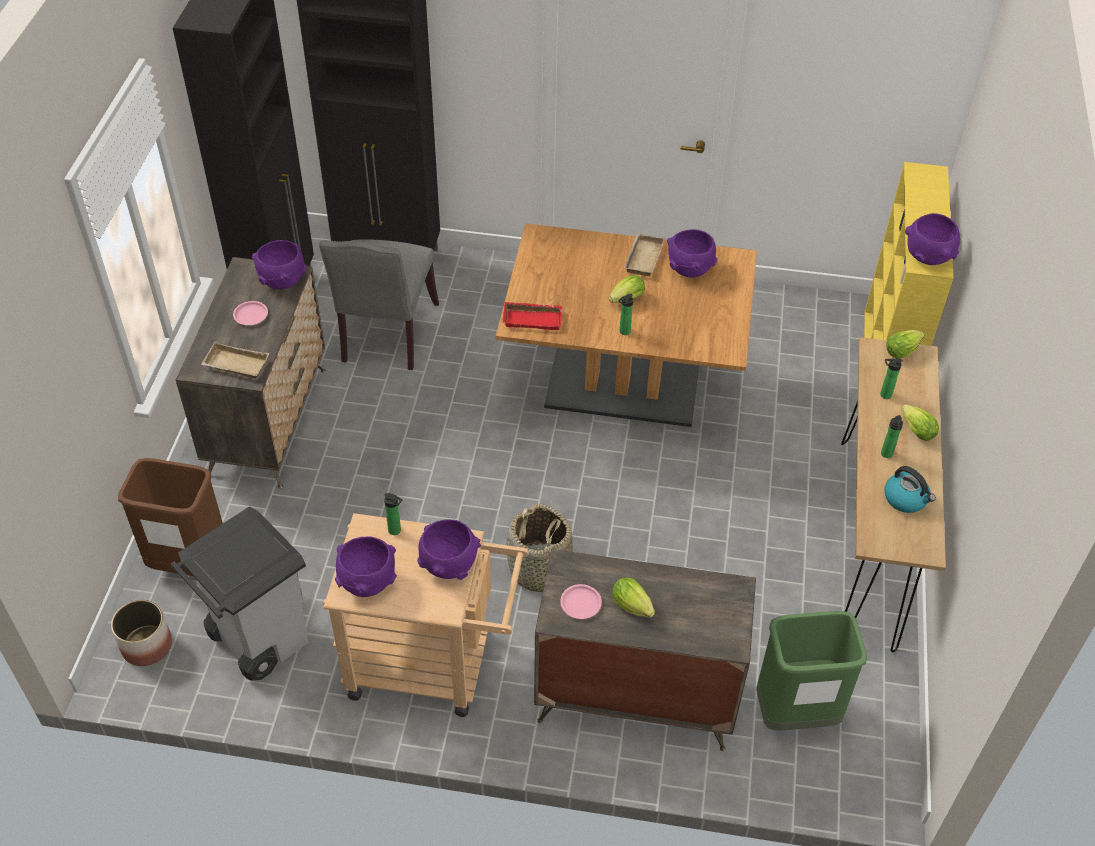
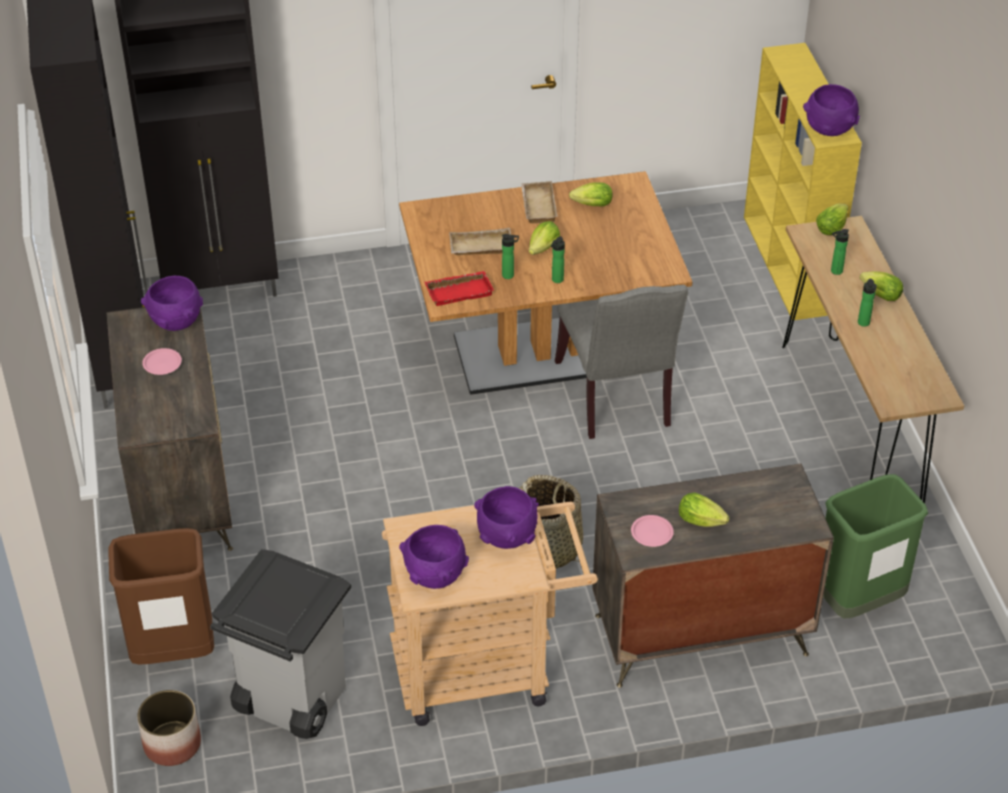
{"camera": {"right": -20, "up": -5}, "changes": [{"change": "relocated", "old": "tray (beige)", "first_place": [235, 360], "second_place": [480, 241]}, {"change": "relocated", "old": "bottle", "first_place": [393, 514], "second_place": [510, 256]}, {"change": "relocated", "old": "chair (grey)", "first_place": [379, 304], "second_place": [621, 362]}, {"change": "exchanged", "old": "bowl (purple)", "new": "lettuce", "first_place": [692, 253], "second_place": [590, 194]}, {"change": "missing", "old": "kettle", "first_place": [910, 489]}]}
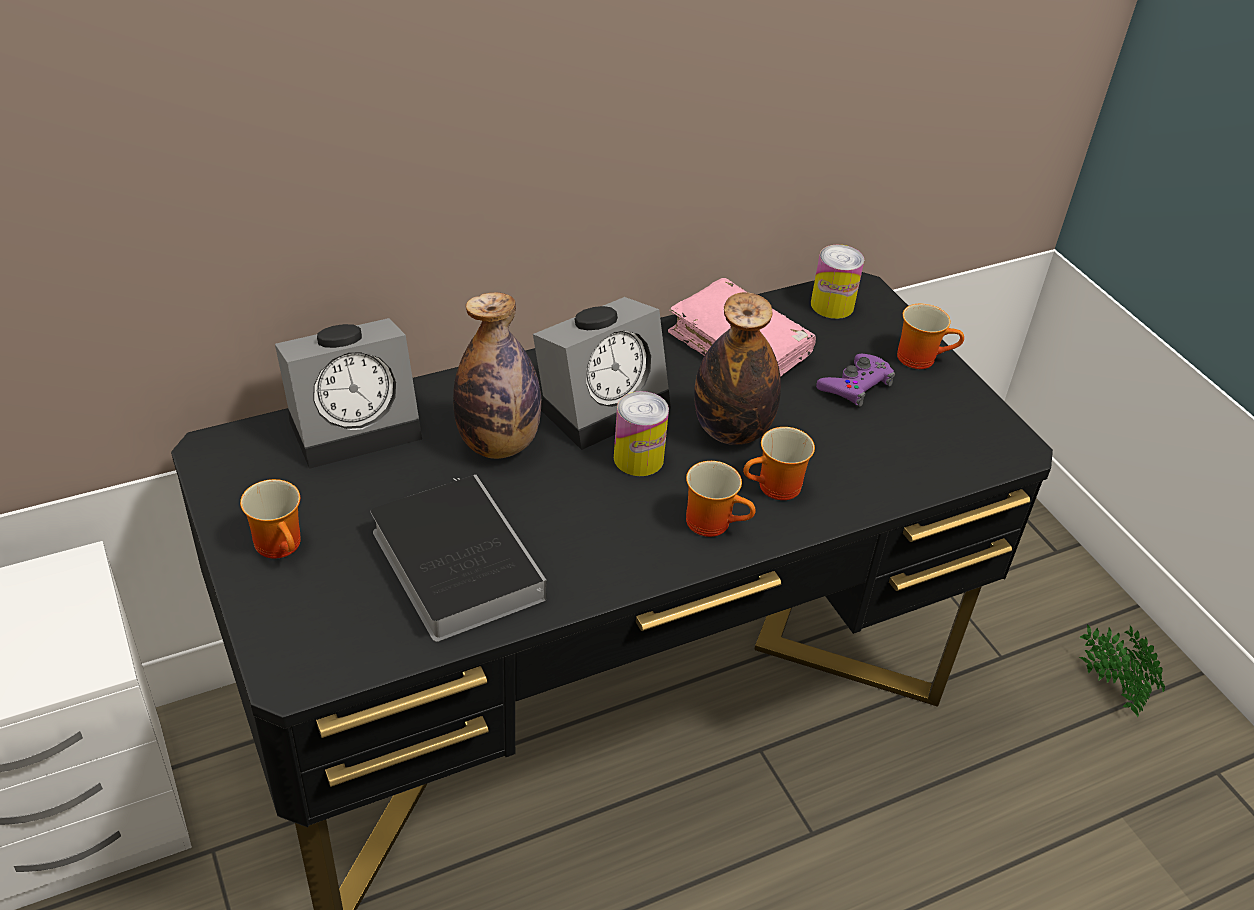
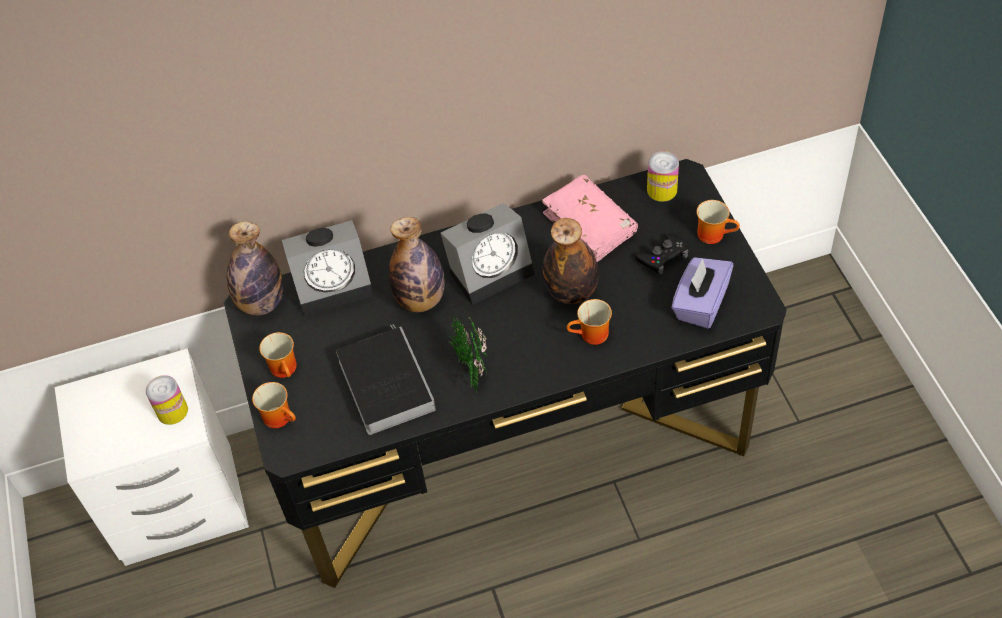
{"camera": {"right": 15, "up": 10}, "changes": [{"change": "relocated", "old": "can", "first_place": [641, 433], "second_place": [166, 400]}, {"change": "appeared", "new": "bottle", "second_place": [255, 268]}, {"change": "relocated", "old": "mug", "first_place": [721, 499], "second_place": [274, 405]}, {"change": "relocated", "old": "potted plant", "first_place": [1122, 670], "second_place": [468, 354]}, {"change": "colour", "old": "game controller (purple)", "new": "game controller (black)", "first_place": [855, 380], "second_place": [661, 254]}, {"change": "appeared", "new": "tissue box (purple)", "second_place": [703, 293]}]}
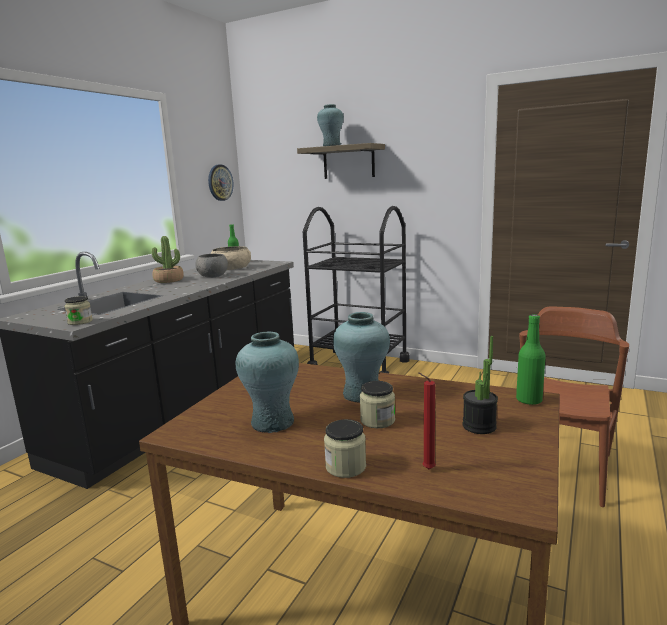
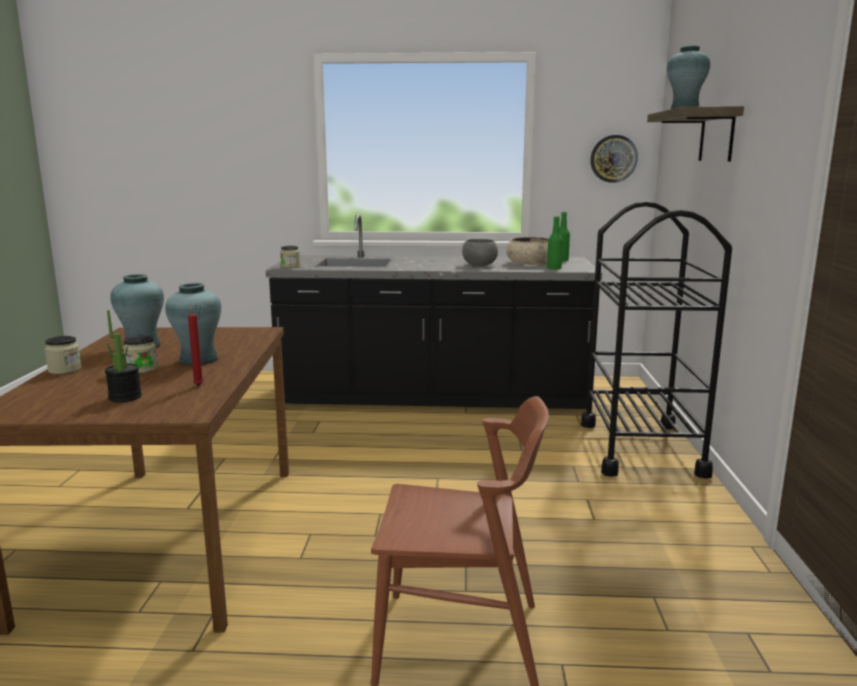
{"camera": {"right": 65, "up": 0}, "changes": [{"change": "relocated", "old": "candle (red)", "first_place": [427, 420], "second_place": [196, 346]}, {"change": "relocated", "old": "bottle (green)", "first_place": [531, 359], "second_place": [555, 243]}, {"change": "missing", "old": "potted plant", "first_place": [168, 259]}]}
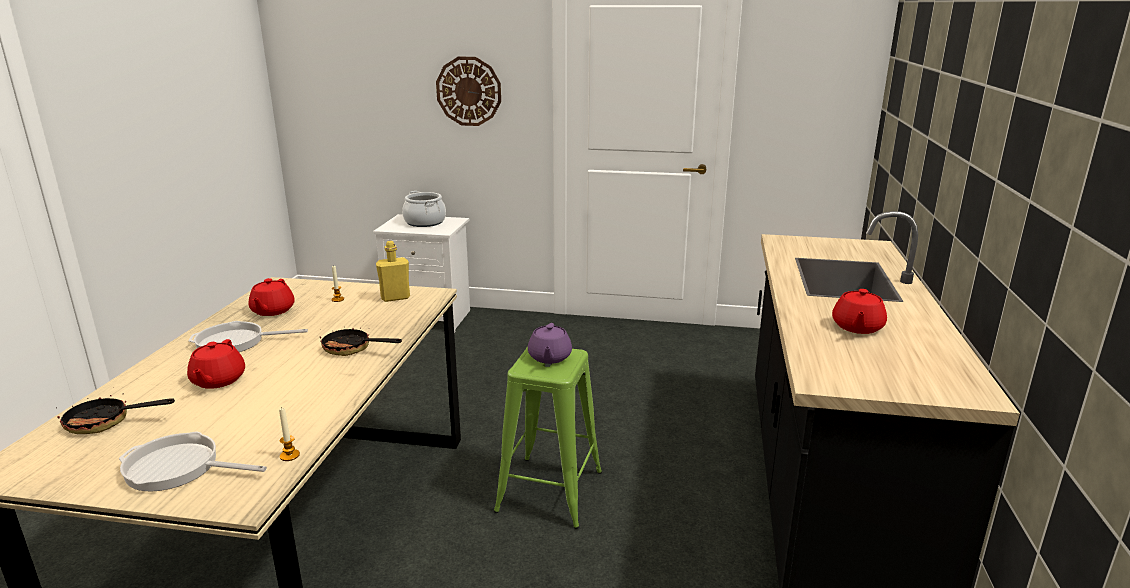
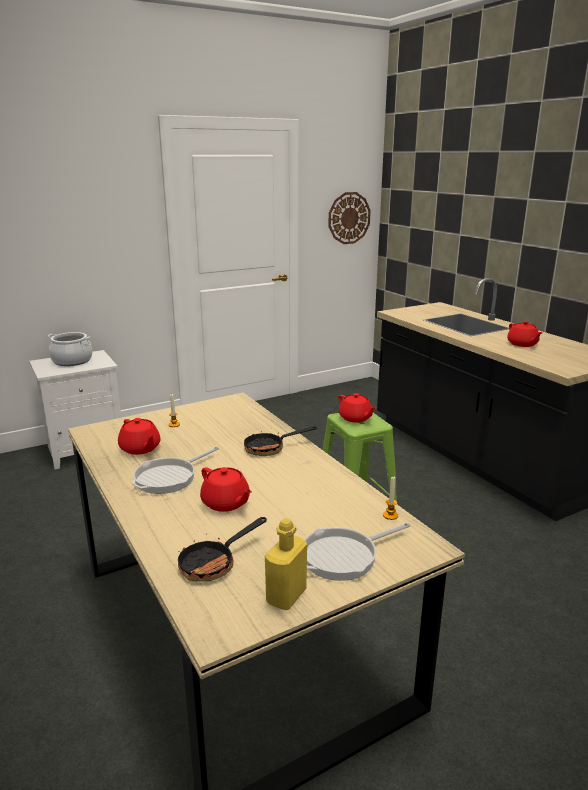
{"camera": {"right": -40, "up": 0}, "changes": [{"change": "relocated", "old": "bottle (yellow)", "first_place": [393, 271], "second_place": [286, 564]}, {"change": "relocated", "old": "wall clock", "first_place": [468, 91], "second_place": [349, 218]}, {"change": "colour", "old": "teapot (purple)", "new": "teapot (red)", "first_place": [550, 343], "second_place": [357, 408]}]}
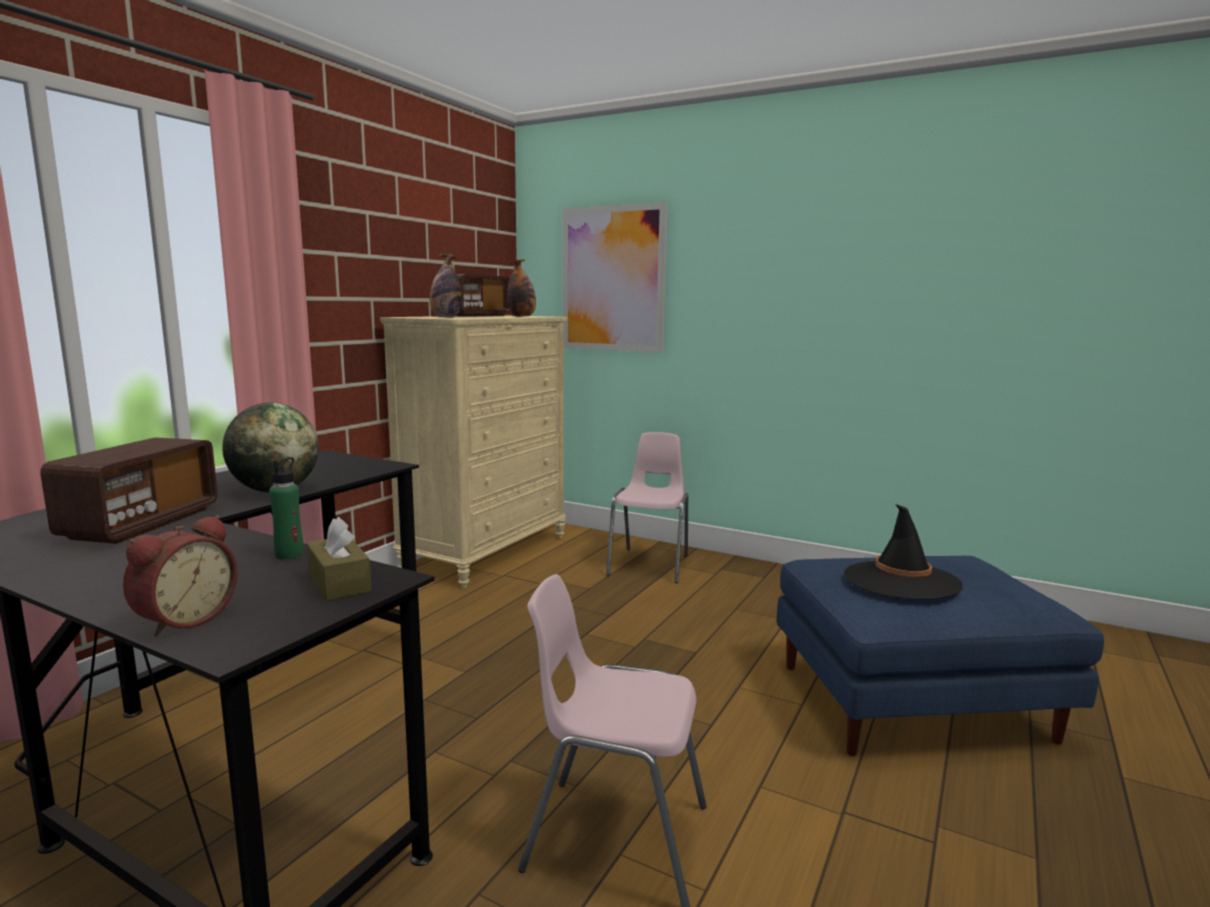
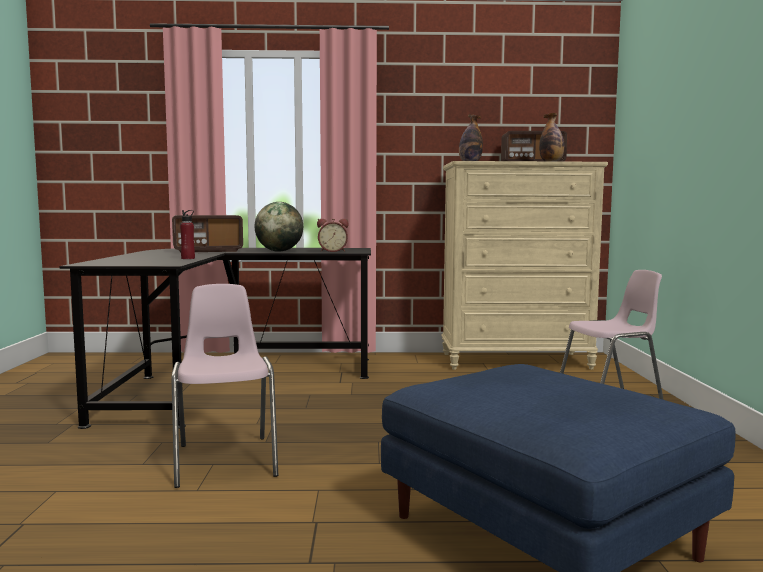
{"camera": {"right": 60, "up": -5}, "changes": [{"change": "colour", "old": "bottle (green)", "new": "bottle (red)", "first_place": [286, 508], "second_place": [187, 234]}, {"change": "relocated", "old": "alarm clock", "first_place": [180, 576], "second_place": [333, 235]}, {"change": "missing", "old": "tissue box (brown)", "first_place": [338, 559]}, {"change": "missing", "old": "picture", "first_place": [615, 277]}, {"change": "missing", "old": "hat (black)", "first_place": [903, 552]}]}
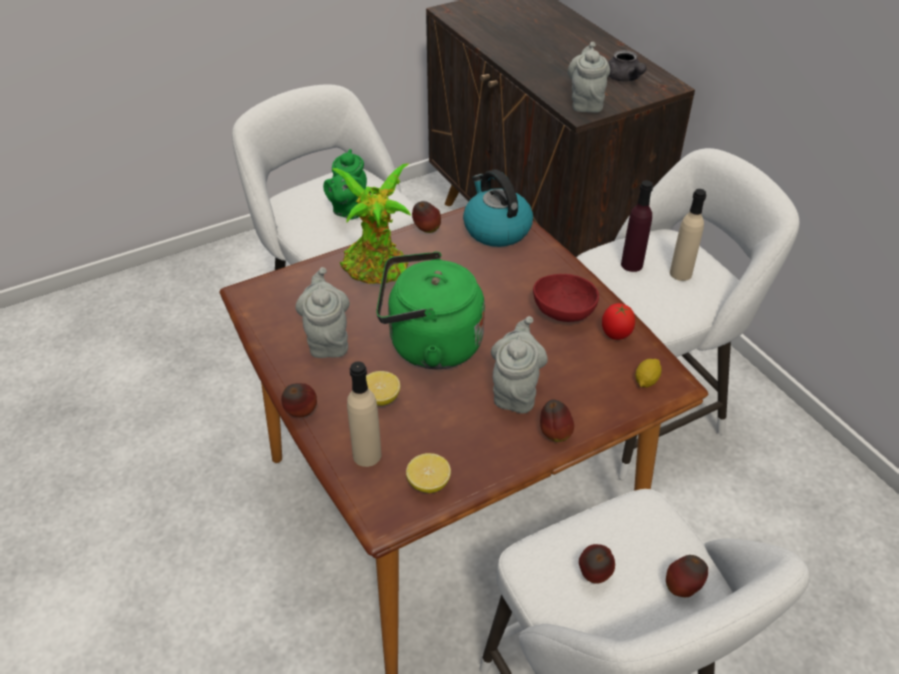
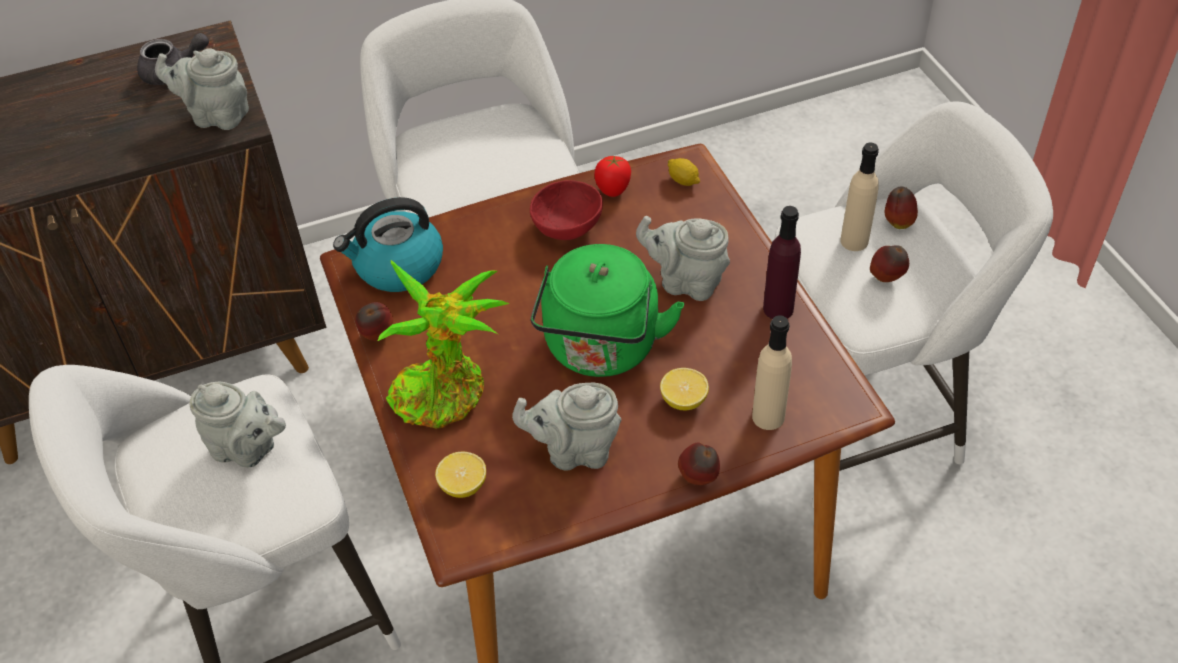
{"camera": {"right": -80, "up": 5}, "changes": [{"change": "colour", "old": "teapot (green)", "new": "teapot (grey)", "first_place": [345, 184], "second_place": [237, 425]}, {"change": "relocated", "old": "lemon", "first_place": [428, 473], "second_place": [460, 475]}, {"change": "relocated", "old": "bottle (purple)", "first_place": [637, 226], "second_place": [782, 262]}, {"change": "relocated", "old": "bottle (beige)", "first_place": [688, 235], "second_place": [859, 196]}, {"change": "missing", "old": "apple", "first_place": [557, 421]}]}
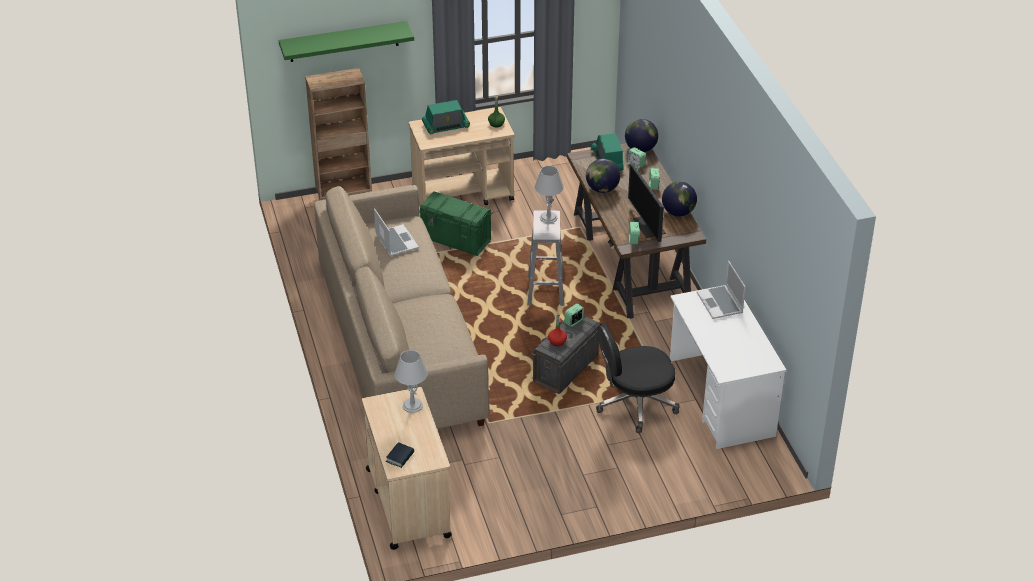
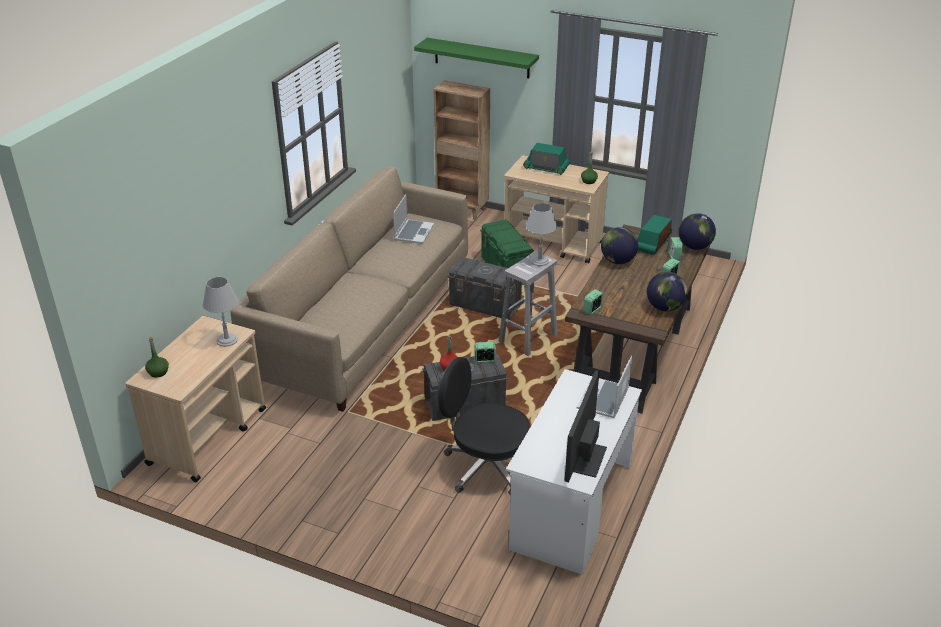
{"camera": {"right": 40, "up": -5}, "changes": [{"change": "exchanged", "old": "book", "new": "bottle (green)", "first_place": [400, 455], "second_place": [157, 357]}, {"change": "appeared", "new": "storage box (grey)", "second_place": [485, 288]}, {"change": "relocated", "old": "monitor", "first_place": [647, 202], "second_place": [586, 426]}]}
